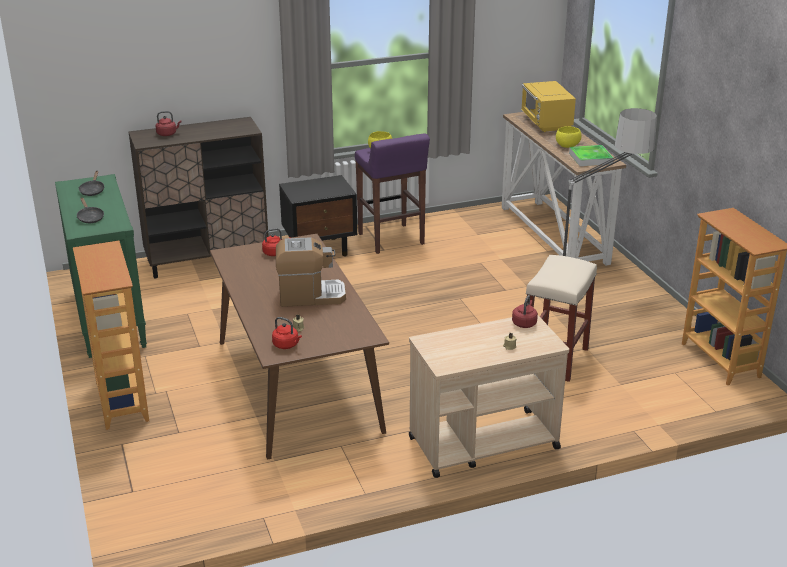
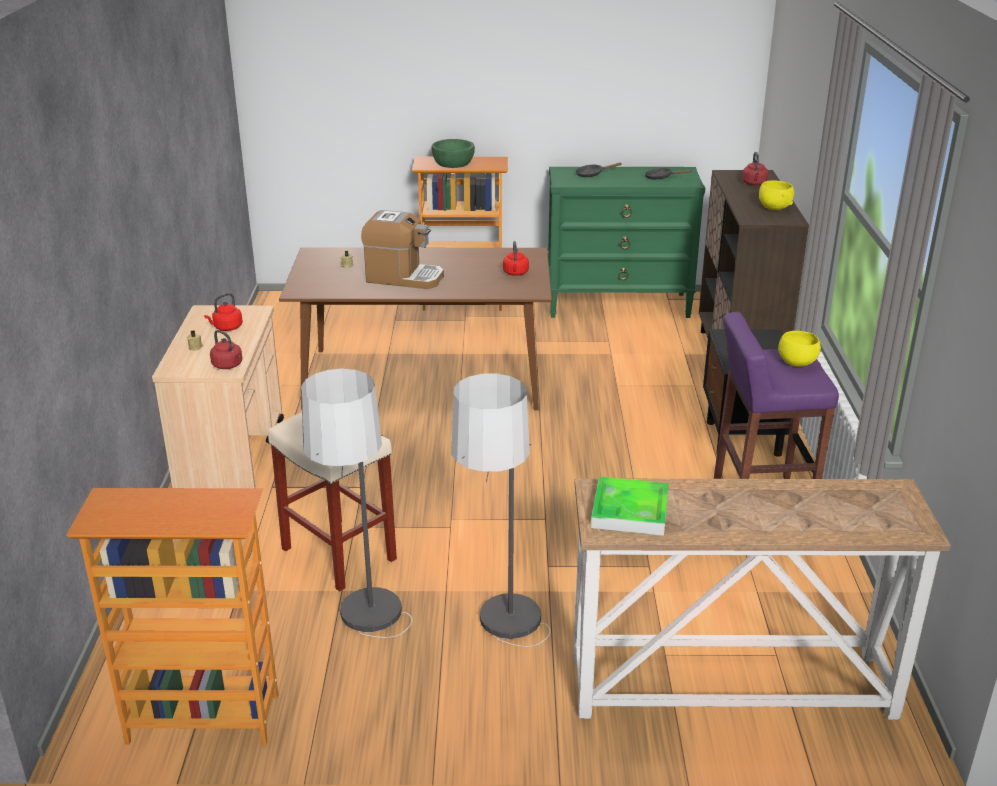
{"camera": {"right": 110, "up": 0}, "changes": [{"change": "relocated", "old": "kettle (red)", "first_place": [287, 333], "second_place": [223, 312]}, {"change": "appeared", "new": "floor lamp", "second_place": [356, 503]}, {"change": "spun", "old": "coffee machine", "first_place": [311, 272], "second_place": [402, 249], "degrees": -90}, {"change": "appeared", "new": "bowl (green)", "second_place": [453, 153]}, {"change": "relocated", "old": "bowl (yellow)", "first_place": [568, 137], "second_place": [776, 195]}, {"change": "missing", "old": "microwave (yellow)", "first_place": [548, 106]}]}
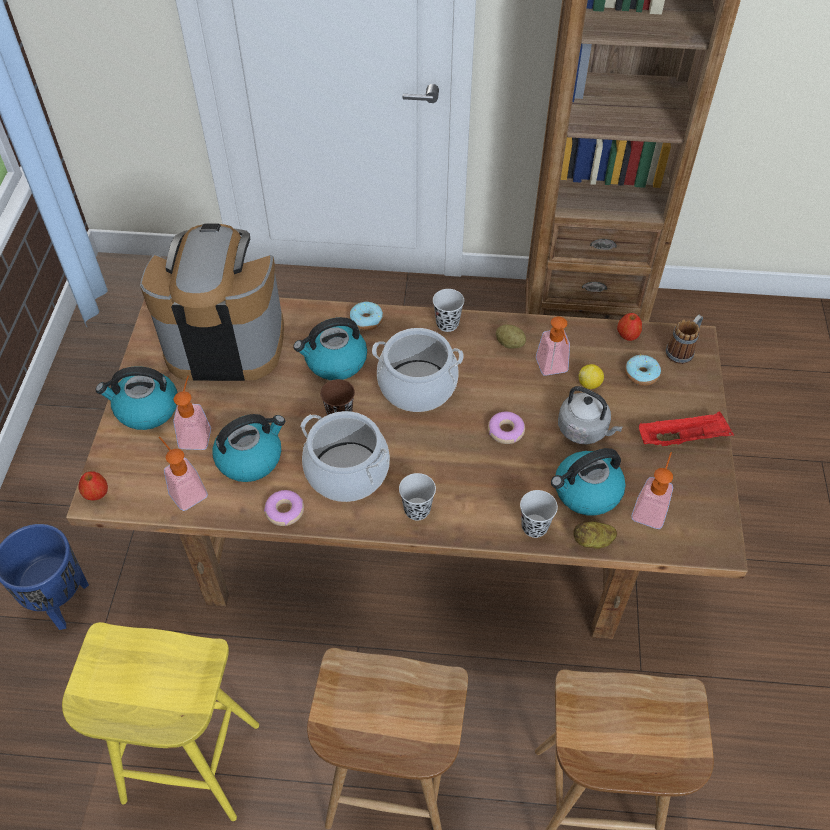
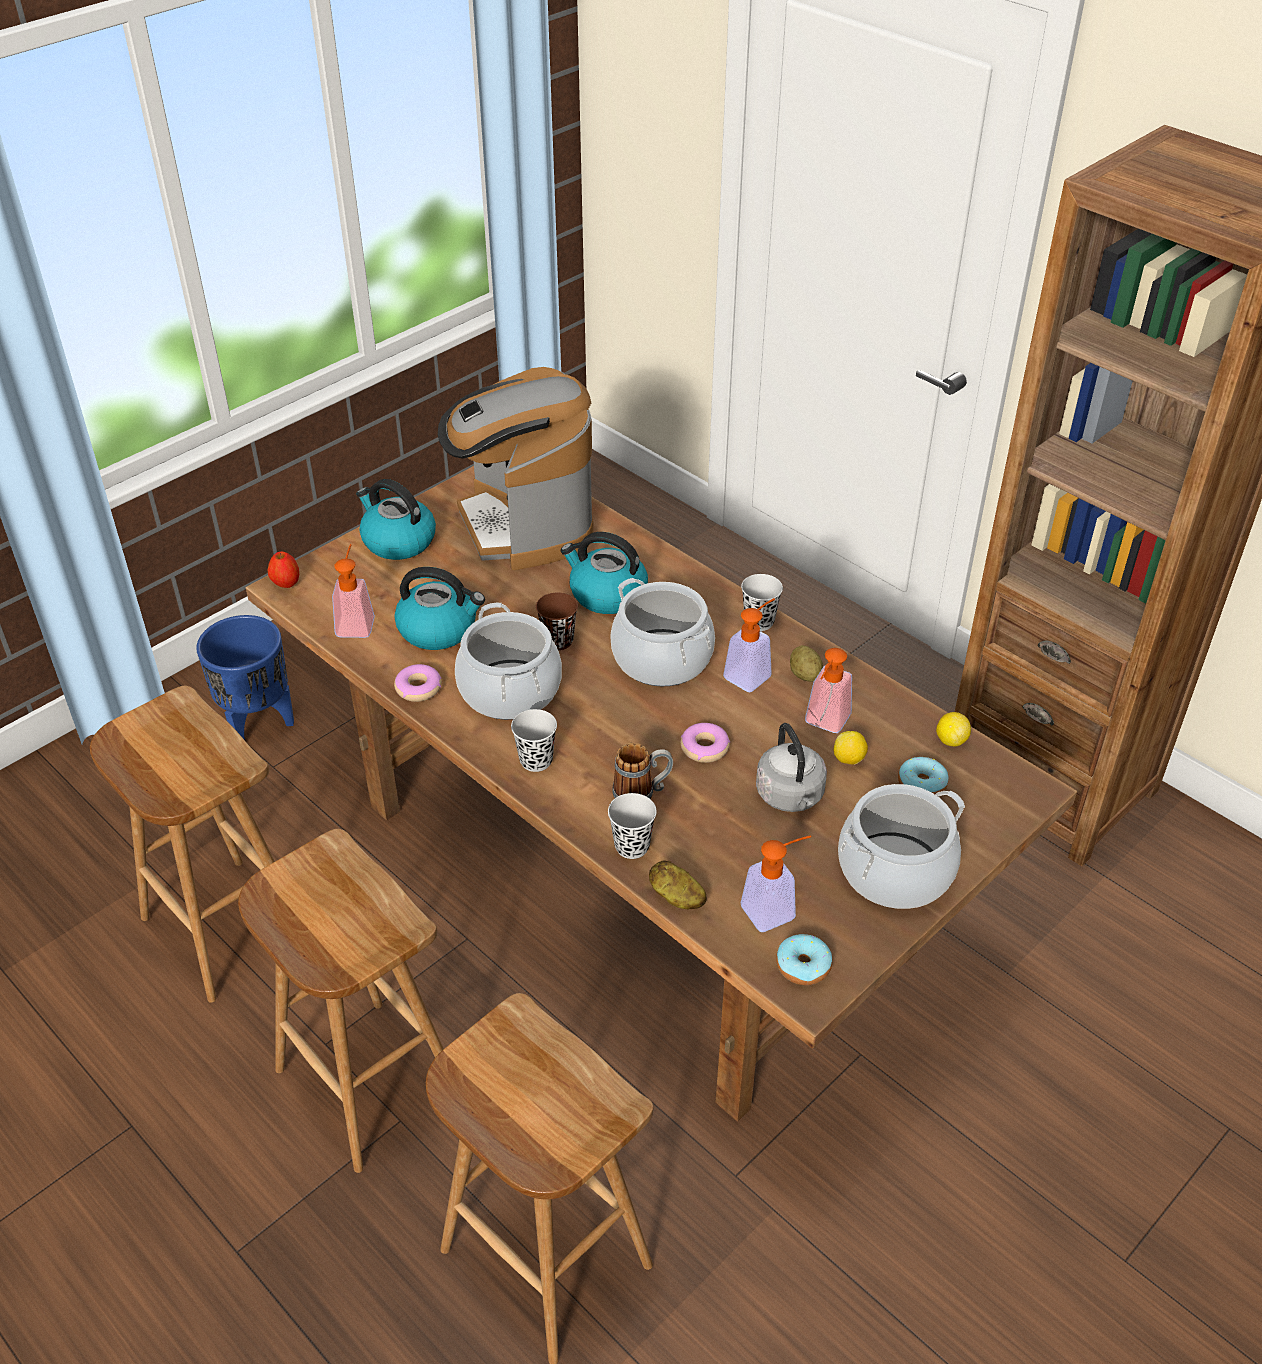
{"camera": {"right": 40, "up": -10}, "changes": [{"change": "colour", "old": "stool (yellow)", "new": "stool (brown)", "first_place": [160, 721], "second_place": [182, 844]}, {"change": "spun", "old": "coffee machine", "first_place": [212, 302], "second_place": [516, 468], "degrees": -150}, {"change": "relocated", "old": "mug", "first_place": [684, 339], "second_place": [642, 771]}, {"change": "relocated", "old": "soap dispenser", "first_place": [192, 413], "second_place": [749, 645]}, {"change": "relocated", "old": "donut", "first_place": [366, 316], "second_place": [804, 959]}, {"change": "exchanged", "old": "tray (red)", "new": "cooking pot", "first_place": [686, 428], "second_place": [901, 846]}, {"change": "exchanged", "old": "apple", "new": "lemon", "first_place": [629, 327], "second_place": [953, 729]}, {"change": "missing", "old": "kettle", "first_place": [588, 482]}]}
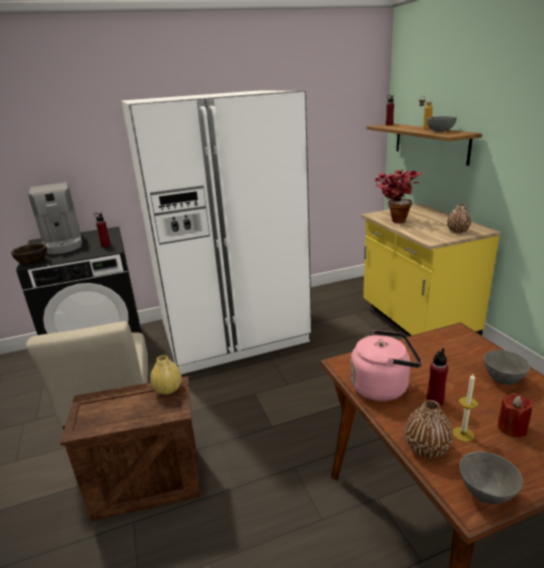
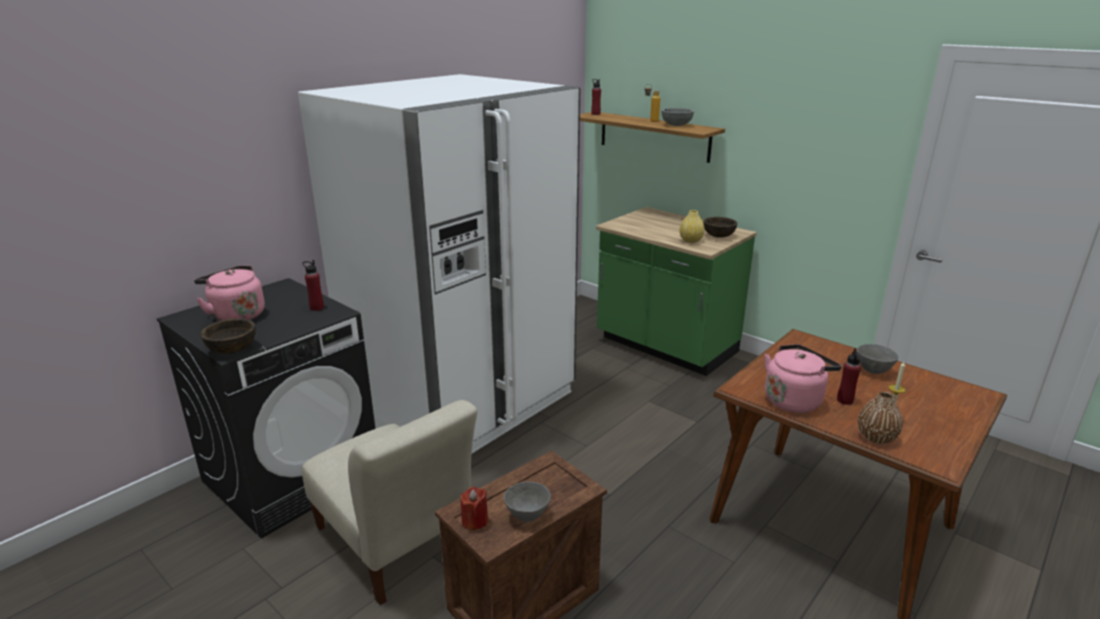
{"camera": {"right": -30, "up": 0}, "changes": [{"change": "exchanged", "old": "coffee machine", "new": "kettle (pink)", "first_place": [55, 218], "second_place": [229, 293]}, {"change": "relocated", "old": "candle (red)", "first_place": [515, 415], "second_place": [474, 508]}, {"change": "relocated", "old": "bowl (grey)", "first_place": [491, 478], "second_place": [527, 502]}, {"change": "colour", "old": "counter (yellow)", "new": "counter (green)", "first_place": [431, 270], "second_place": [676, 291]}, {"change": "relocated", "old": "vase (yellow)", "first_place": [166, 375], "second_place": [692, 226]}, {"change": "exchanged", "old": "vase (brown)", "new": "bowl (brown)", "first_place": [459, 218], "second_place": [720, 227]}, {"change": "missing", "old": "potted plant", "first_place": [398, 196]}]}
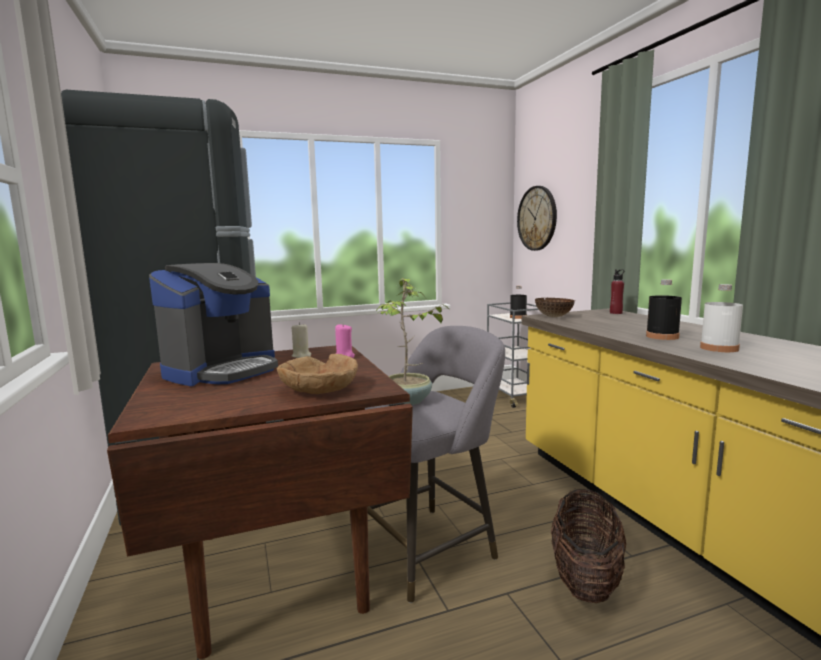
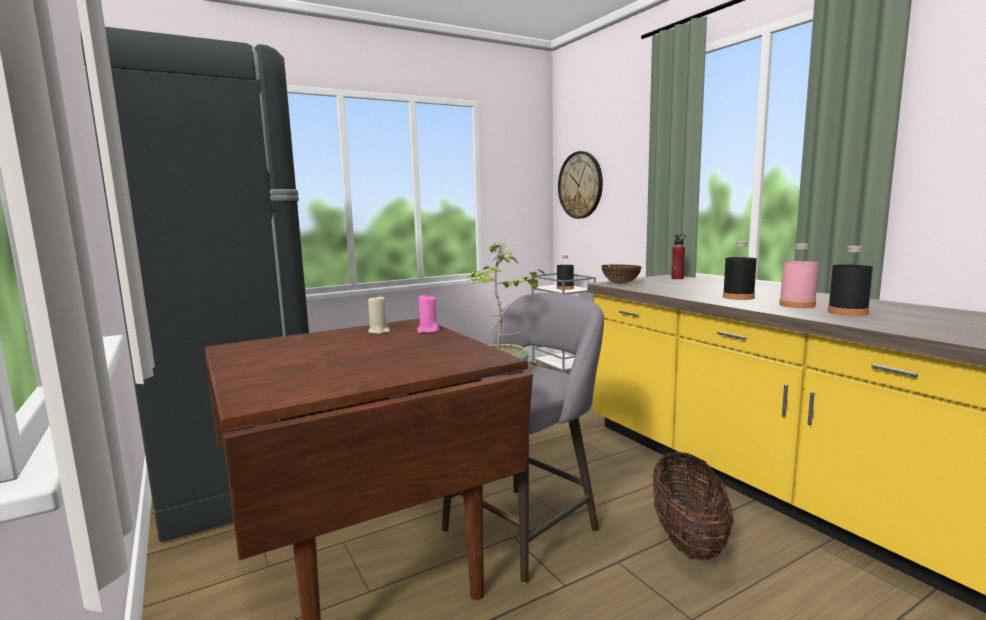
{"camera": {"right": -10, "up": 0}, "changes": [{"change": "colour", "old": "bottle (white)", "new": "bottle (pink)", "first_place": [721, 318], "second_place": [799, 276]}, {"change": "appeared", "new": "bottle (black)", "second_place": [850, 281]}, {"change": "missing", "old": "coffee machine", "first_place": [213, 324]}, {"change": "missing", "old": "bowl (brown)", "first_place": [317, 374]}]}
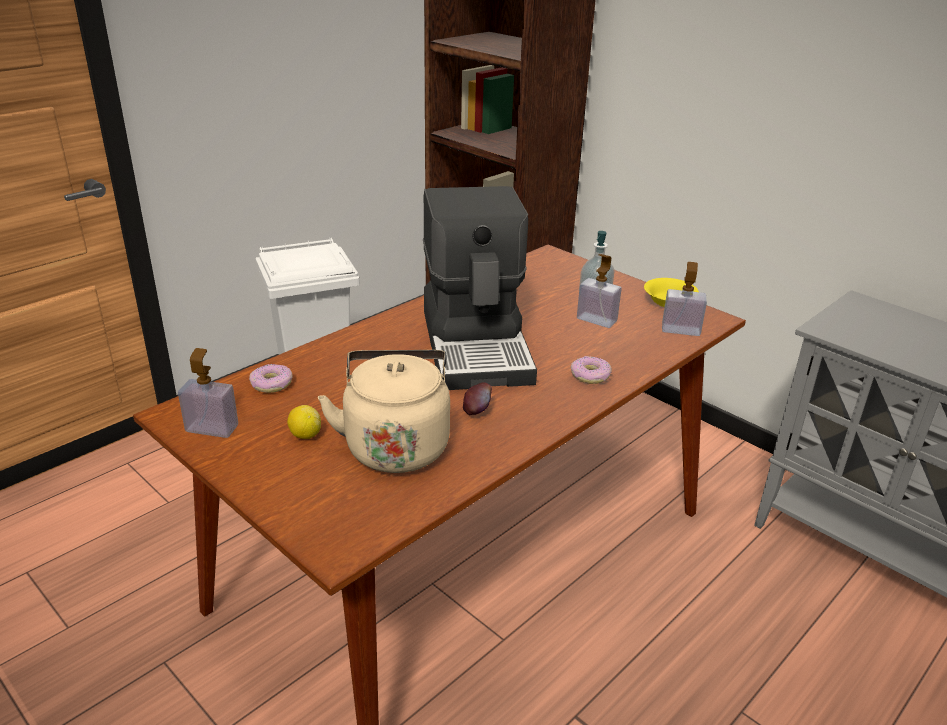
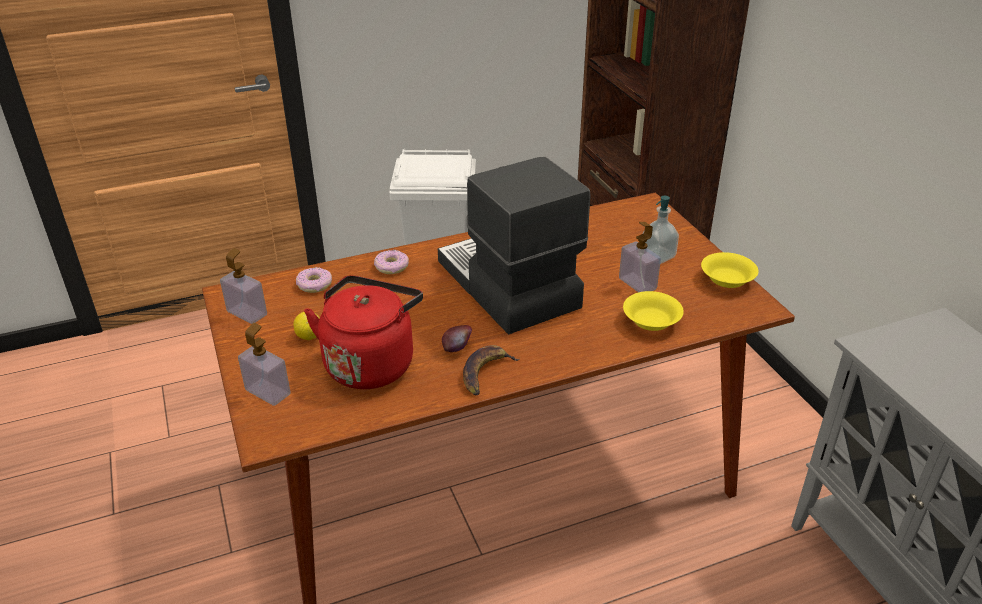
{"camera": {"right": 25, "up": 5}, "changes": [{"change": "relocated", "old": "soap dispenser", "first_place": [684, 299], "second_place": [264, 364]}, {"change": "colour", "old": "kettle (beige)", "new": "kettle (red)", "first_place": [384, 411], "second_place": [363, 332]}, {"change": "relocated", "old": "donut", "first_place": [591, 370], "second_place": [391, 262]}, {"change": "spun", "old": "coffee machine", "first_place": [480, 288], "second_place": [514, 245], "degrees": 135}, {"change": "appeared", "new": "banana", "second_place": [491, 370]}, {"change": "appeared", "new": "bowl (yellow)", "second_place": [653, 311]}]}
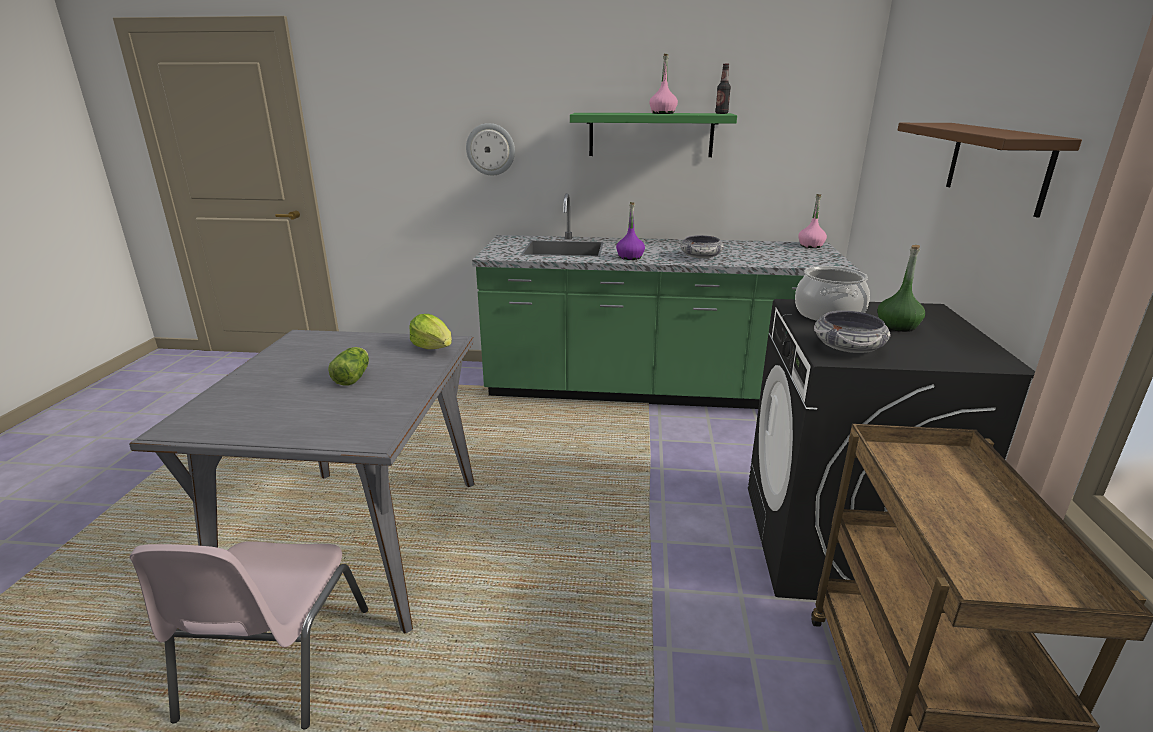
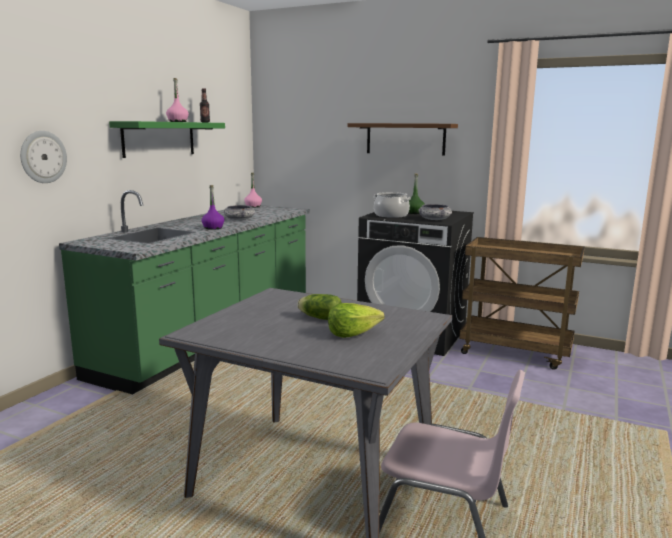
{"camera": {"right": -70, "up": -10}, "changes": [{"change": "relocated", "old": "lettuce", "first_place": [430, 331], "second_place": [356, 320]}]}
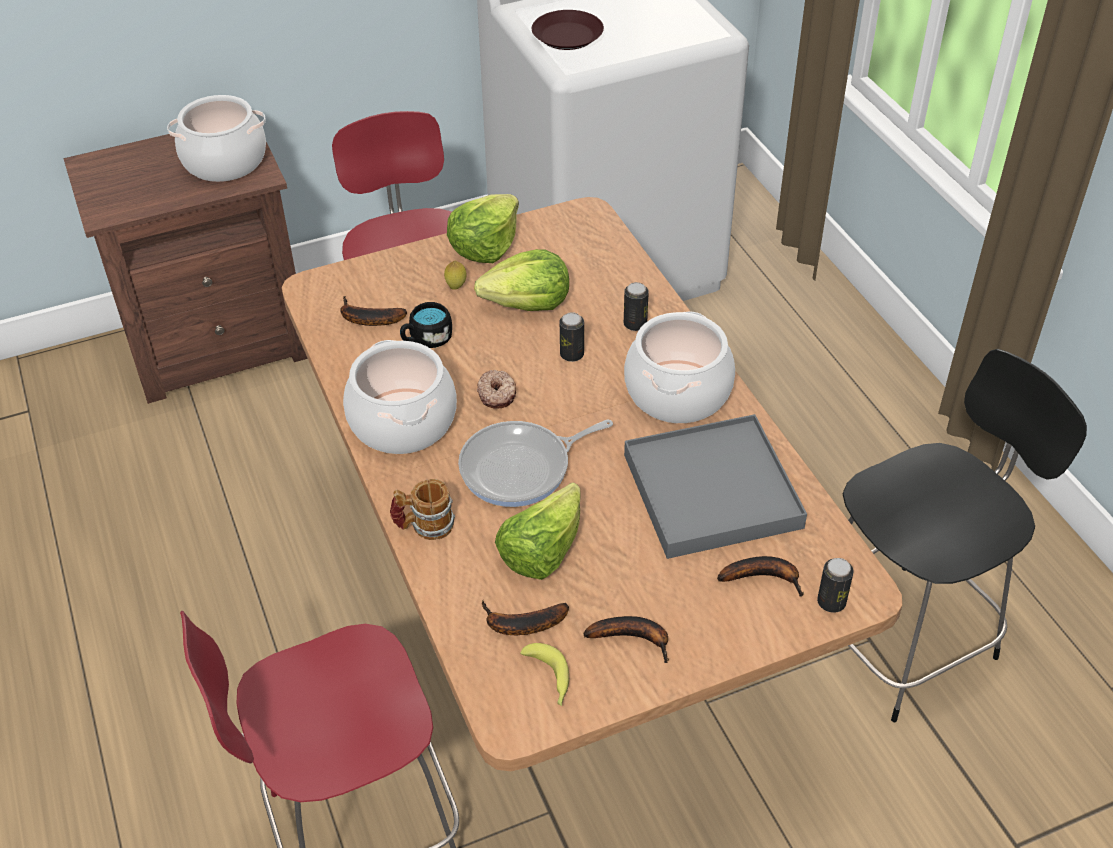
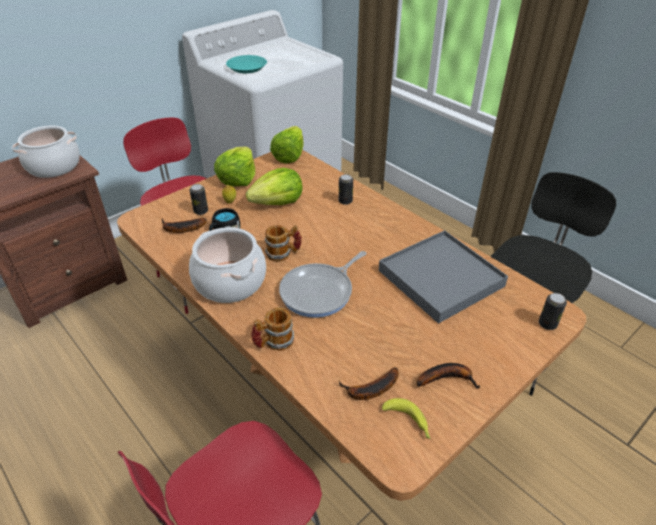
{"camera": {"right": -20, "up": -5}, "changes": [{"change": "relocated", "old": "can", "first_place": [572, 337], "second_place": [198, 199]}, {"change": "colour", "old": "plate (brown)", "new": "plate (turquoise)", "first_place": [568, 30], "second_place": [246, 64]}, {"change": "exchanged", "old": "donut", "new": "mug", "first_place": [496, 389], "second_place": [283, 243]}, {"change": "relocated", "old": "lettuce", "first_place": [538, 531], "second_place": [287, 144]}, {"change": "missing", "old": "cooking pot", "first_place": [679, 367]}, {"change": "missing", "old": "banana", "first_place": [760, 576]}]}
